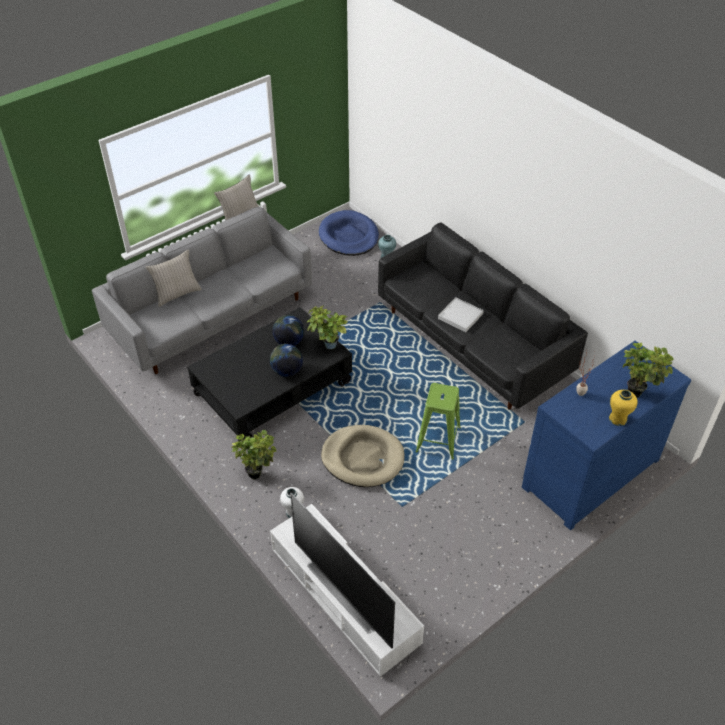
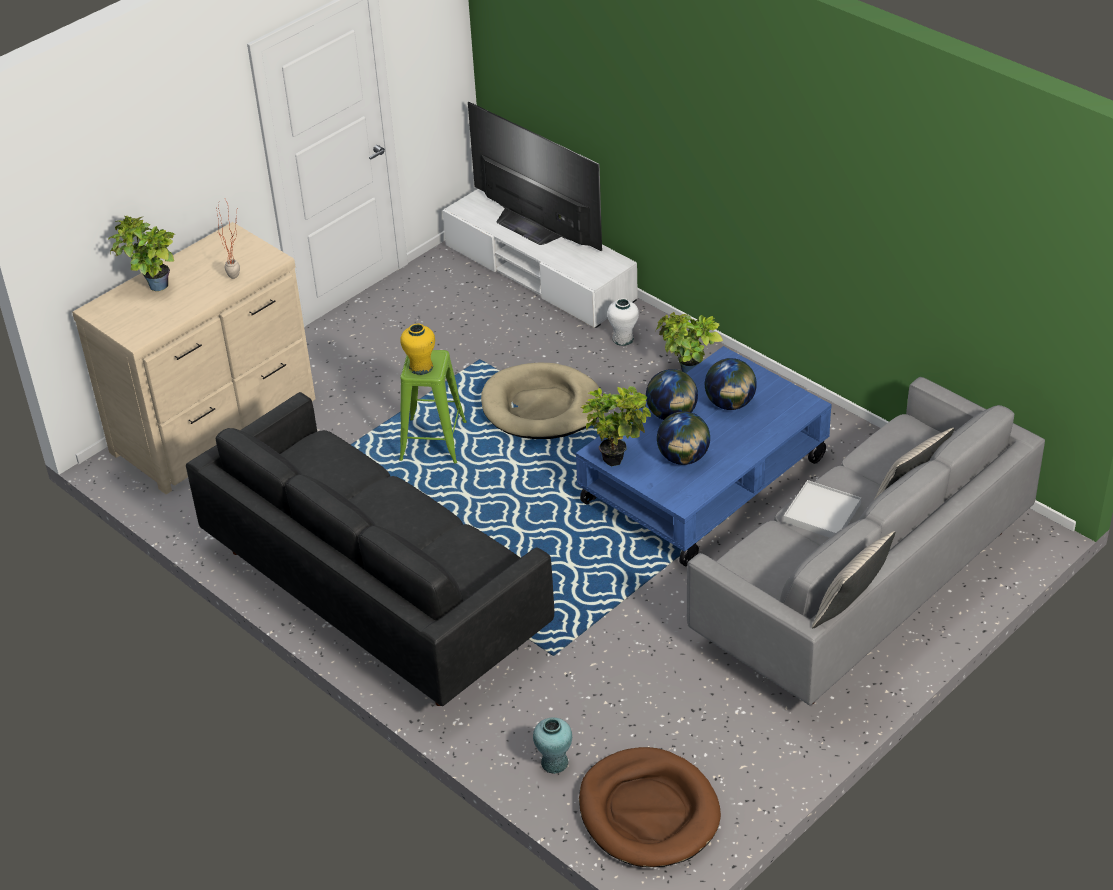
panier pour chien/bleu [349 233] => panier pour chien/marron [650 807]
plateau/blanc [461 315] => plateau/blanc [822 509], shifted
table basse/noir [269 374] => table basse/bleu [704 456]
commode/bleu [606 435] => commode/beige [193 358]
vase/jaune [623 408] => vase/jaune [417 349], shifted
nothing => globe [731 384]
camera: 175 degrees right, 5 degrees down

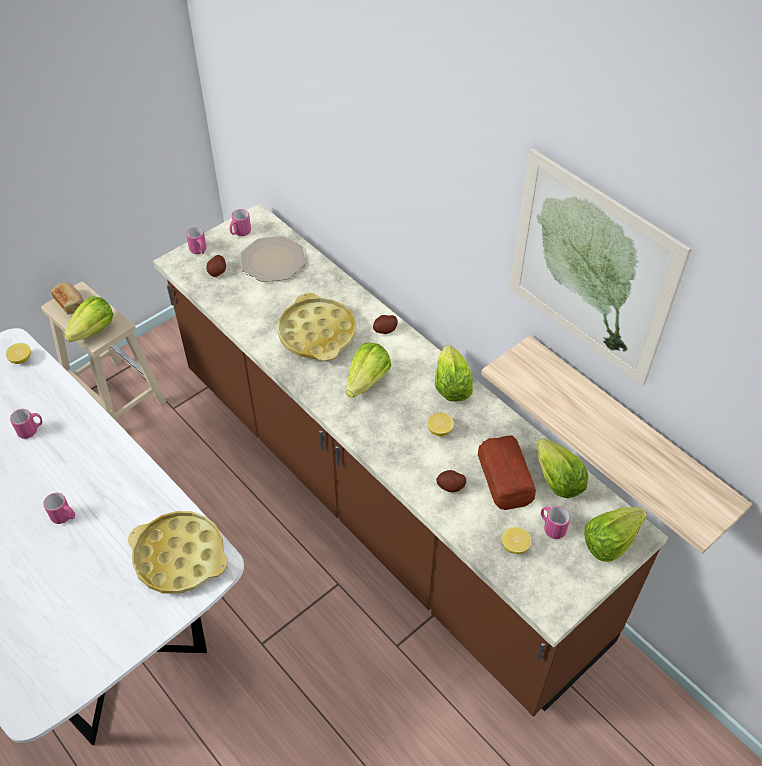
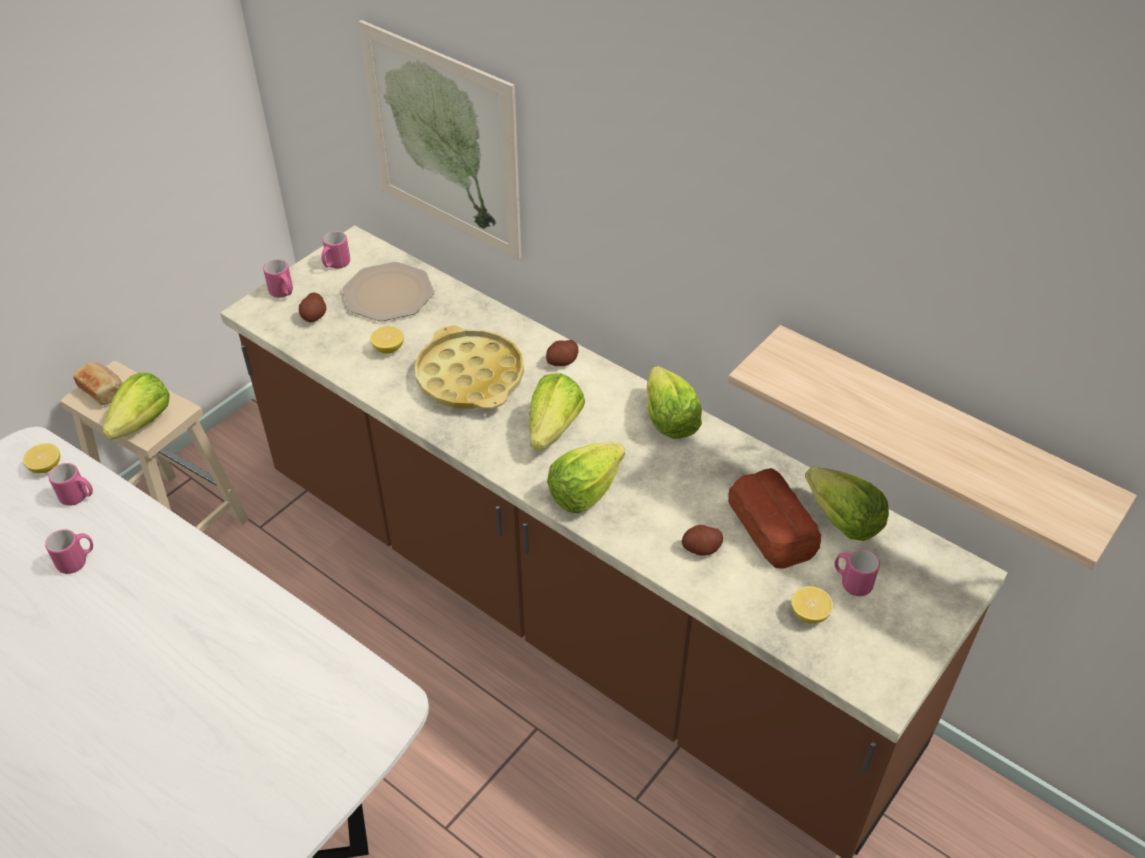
tableau [600 267] => tableau [440 140], shifted
citron [440 424] => citron [387 340], shifted
mug/rose [59 508] => mug/rose [70 484], shifted
laitue [615 534] => laitue [586 478], shifted
plateau/jaune [178 552] => nothing
camera: 10 degrees left, 5 degrees down

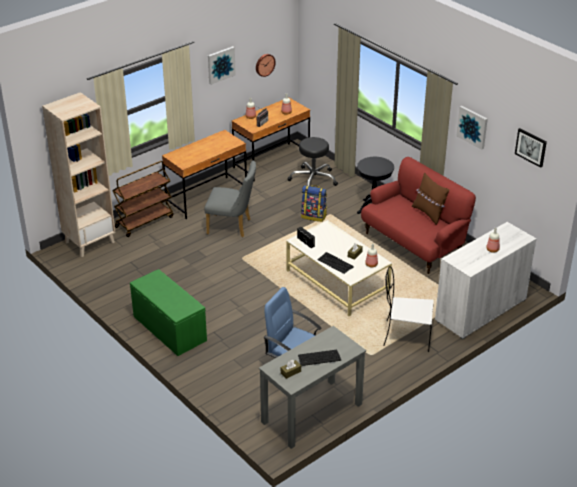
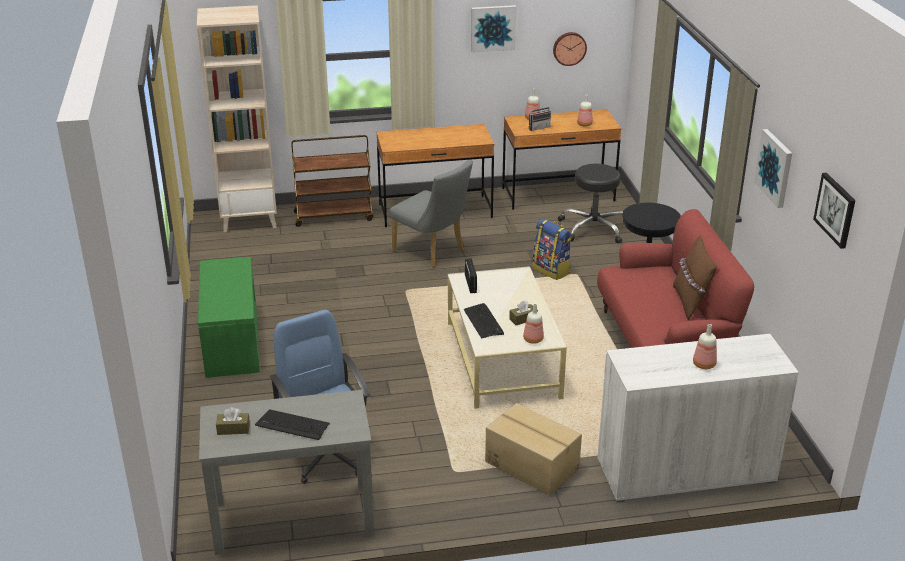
chaise/blanc [408 309] => carton [533 449]
camera: 30 degrees right, 5 degrees down

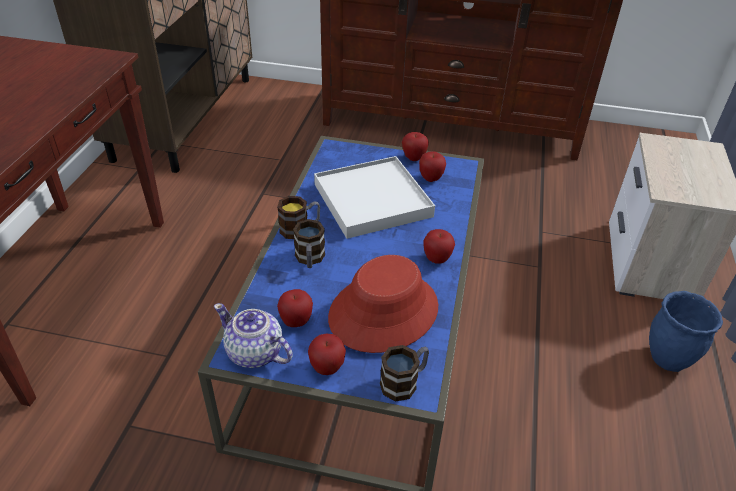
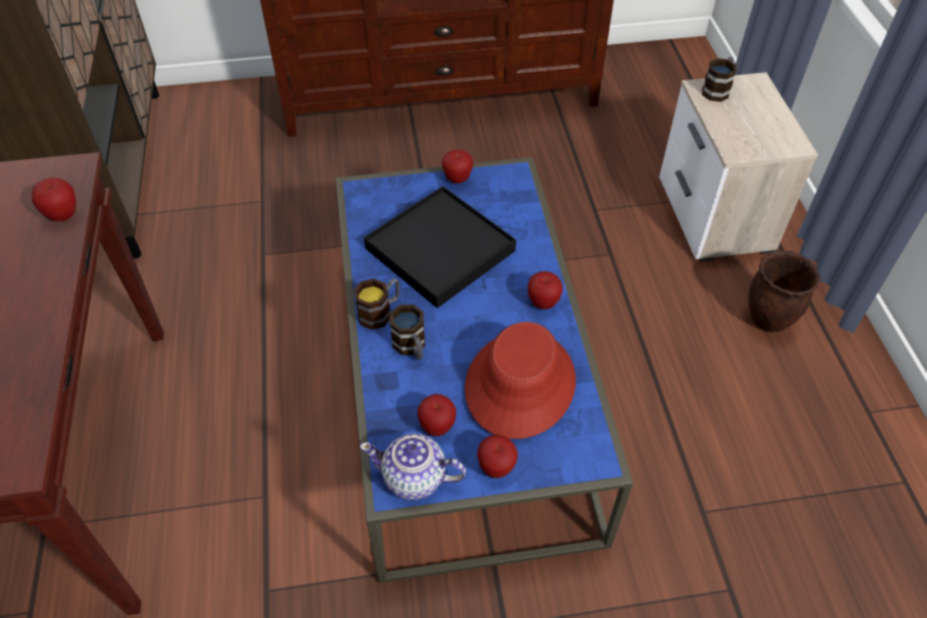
pomme [432 166] => pomme [54 199], shifted
plateau/blanc [374 197] => plateau/noir [440 247]
cache-pot/bleu [686 331] => cache-pot/marron [784 291]
mug [404 373] => mug [719 79], shifted
camera: 20 degrees left, 10 degrees up

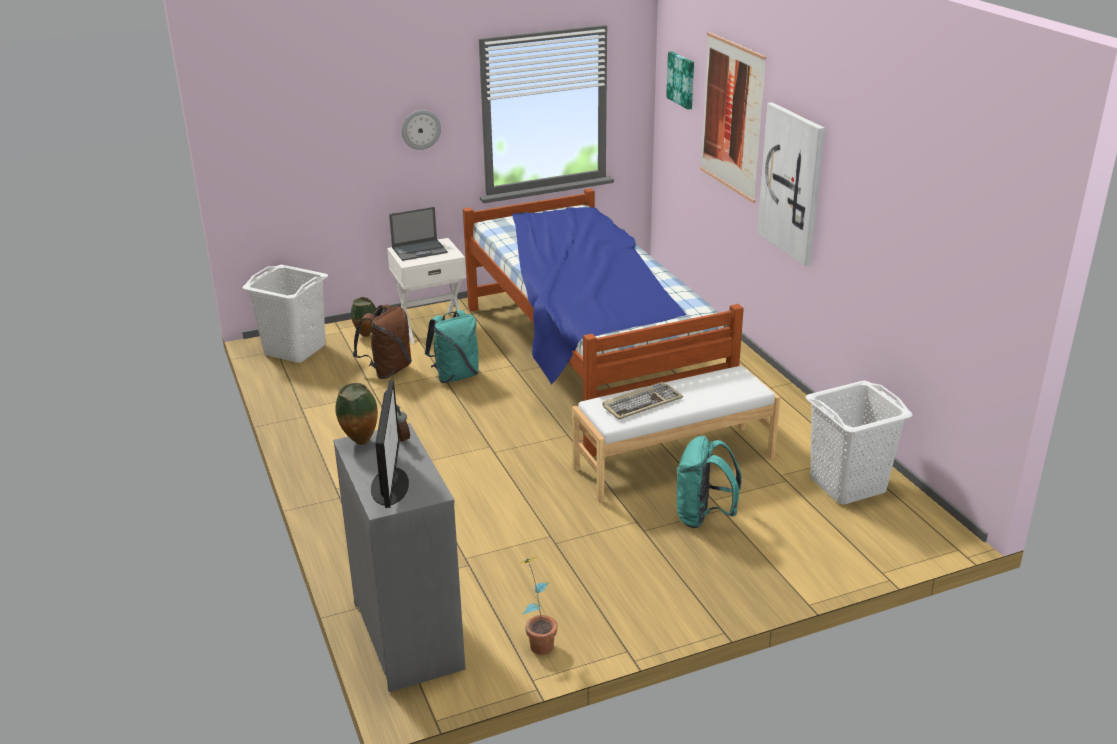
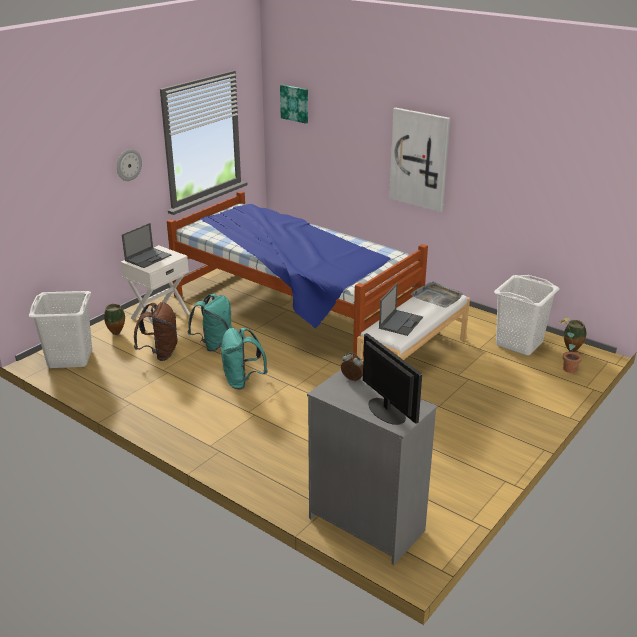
tableau [733 117] => nothing
clavier [642 401] => ordinateur portable [401 309]
vase [356 414] => vase [575 336], shifted
sac à dos/turquoise [709 482] => sac à dos/turquoise [244 359], shifted
plante en pot [537 606] => plante en pot [570 345], shifted
nothing => plateau/gris [437 294]
camera: 30 degrees left, 0 degrees up

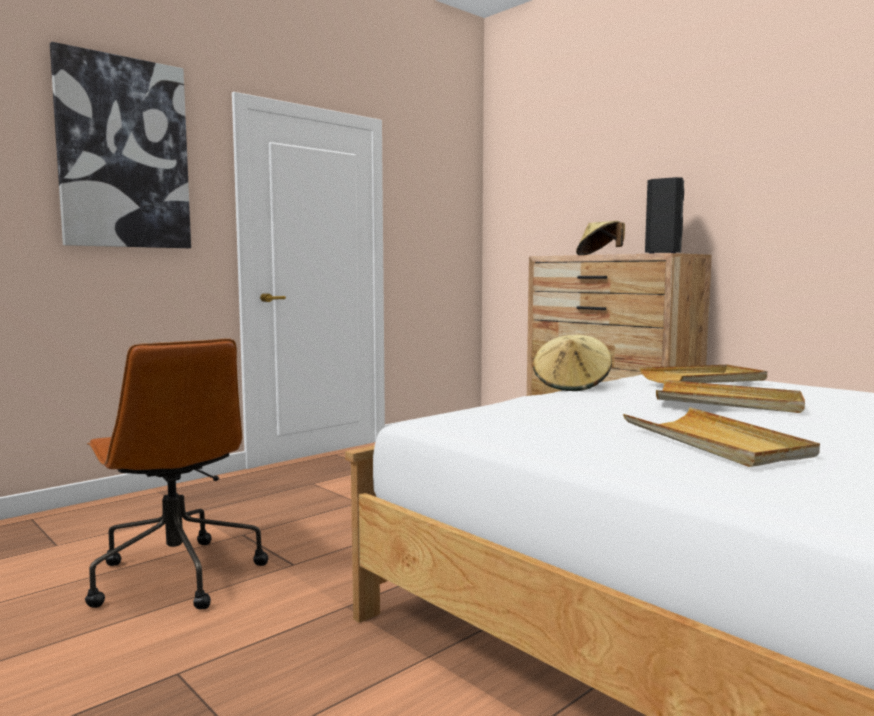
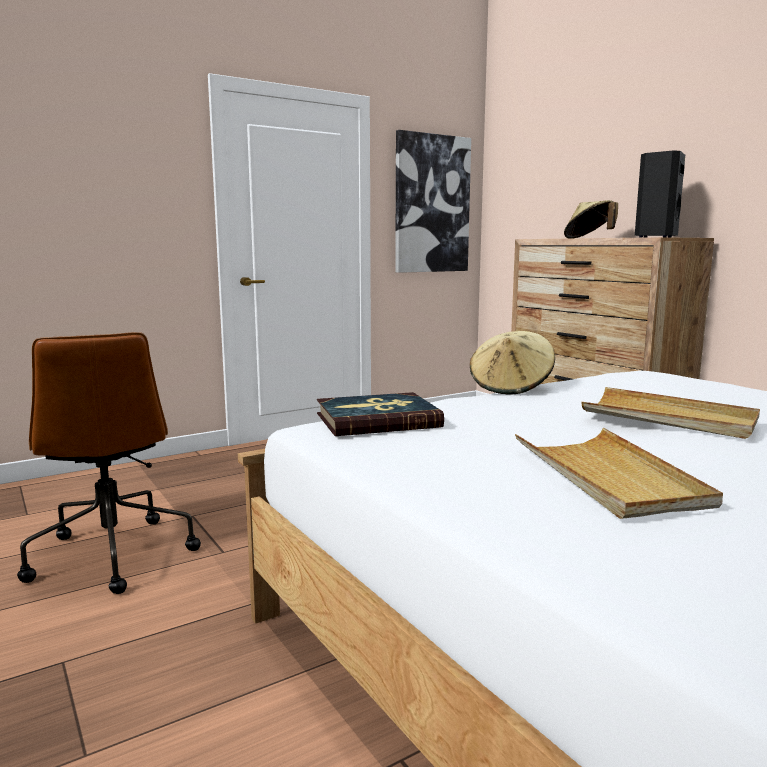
tableau [120 145] => tableau [433 201], shifted
plateau/beige [703 374] => nothing
nothing => livre [380 414]
camera: 10 degrees right, 5 degrees up

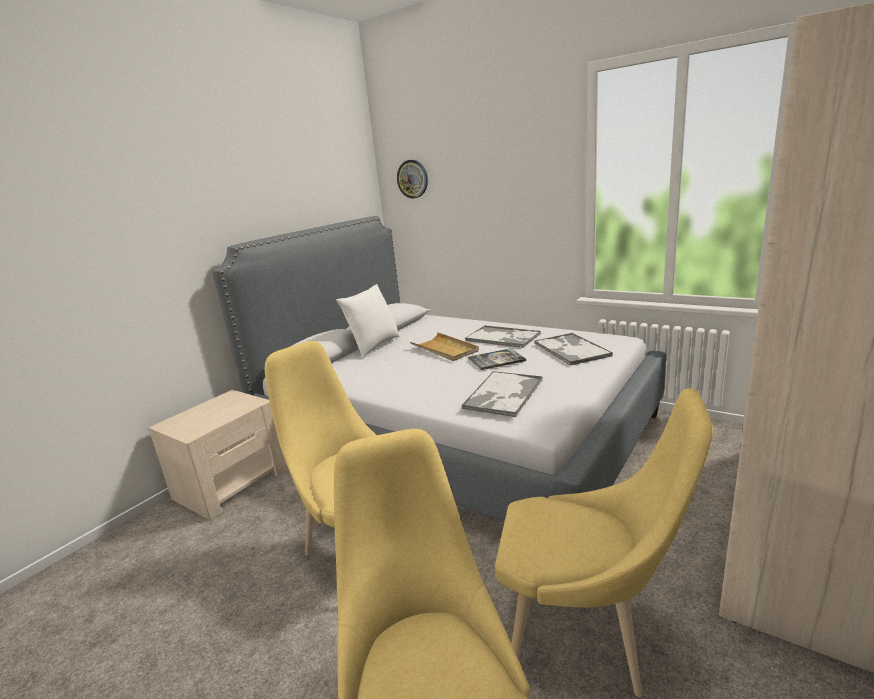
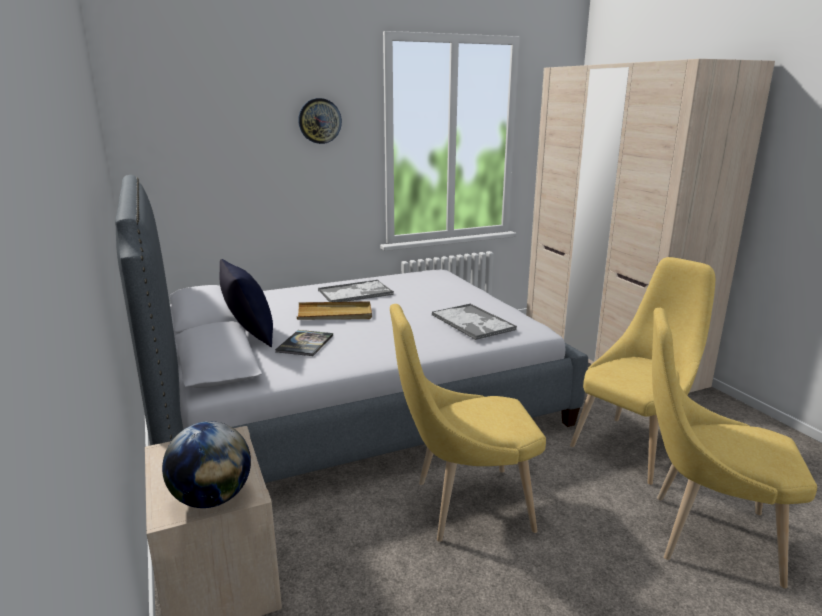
horloge murale [412 179] => horloge murale [320 121], shifted
coussin/blanc [368 321] => coussin/bleu [246 303]
plateau [573 349] => nothing
livre [497 359] => livre [304 343], shifted
nothing => globe [206 464]
camera: 60 degrees left, 0 degrees up

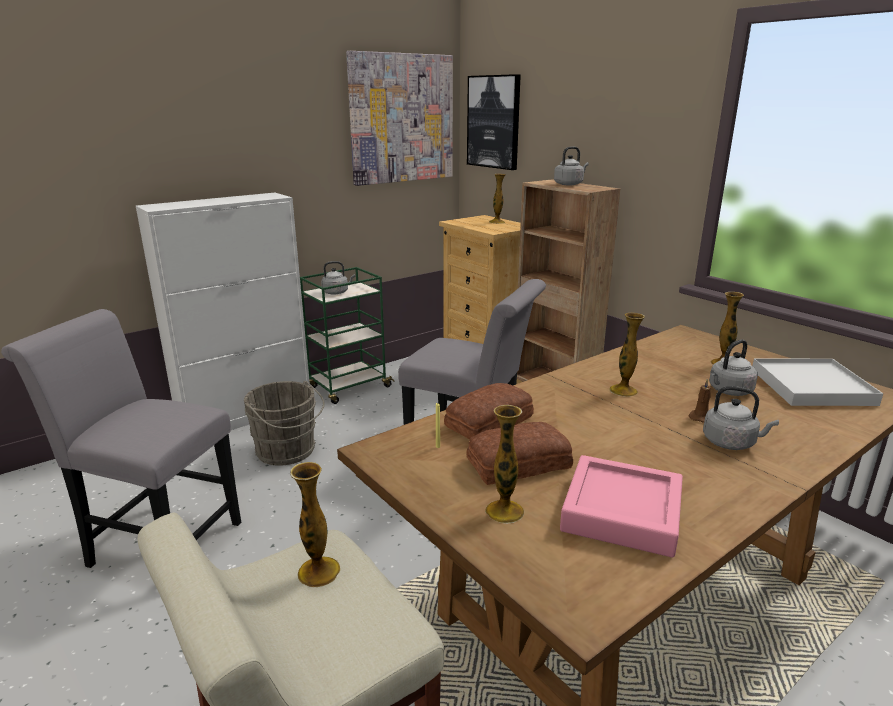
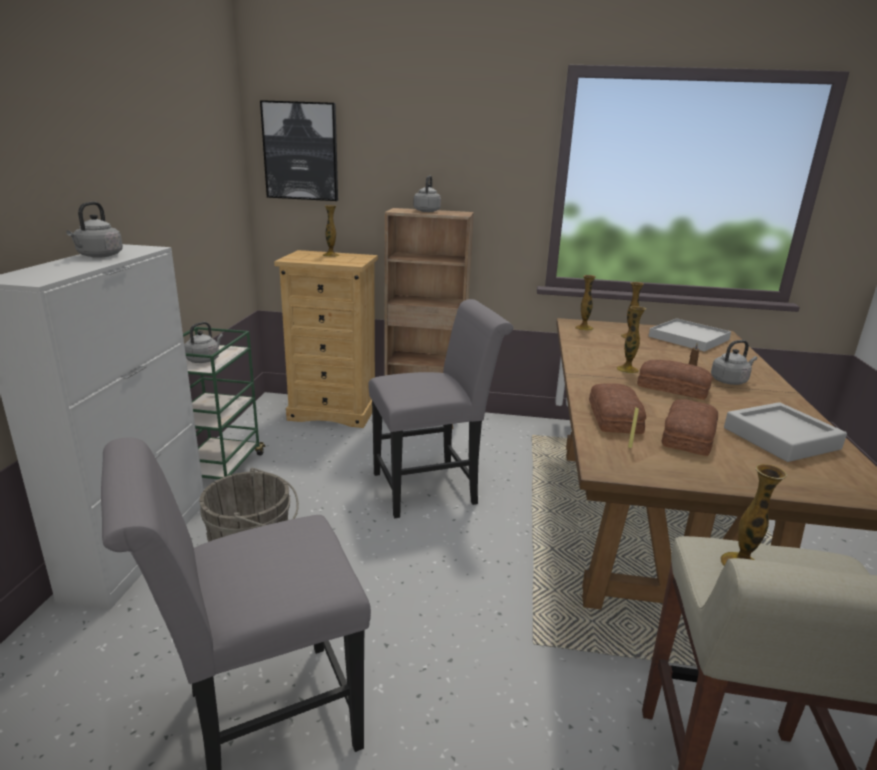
tableau [399 118] => nothing
bouilloire/gris [733 368] => bouilloire/gris [94 229], shifted
vase [504 464] => vase [585 303], shifted
plateau/rose [621 506] => plateau/gris [785 432]
nothing => pain [675 380]
camera: 45 degrees left, 0 degrees up

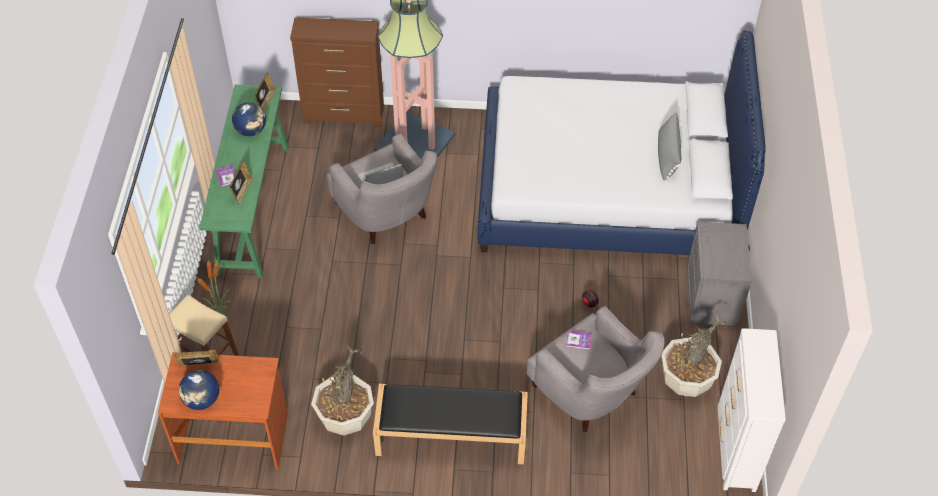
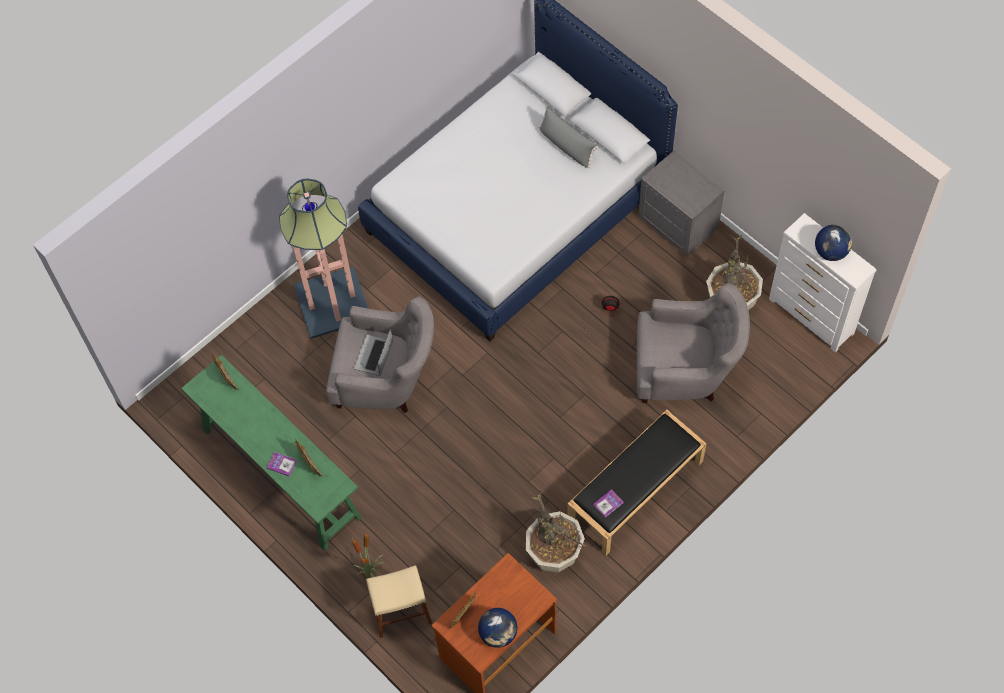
commode/marron [337 72] => nothing
globe [249 119] => globe [833 243], shifted
livre [579 340] => livre [608 503], shifted
camera: 45 degrees left, 10 degrees up

